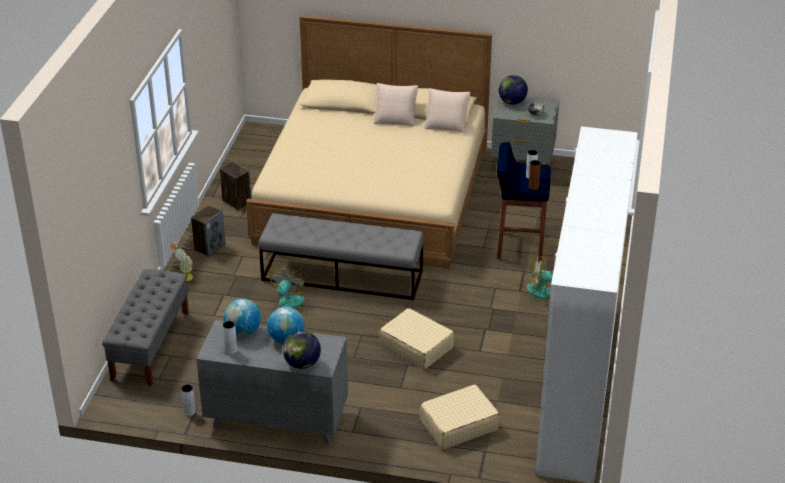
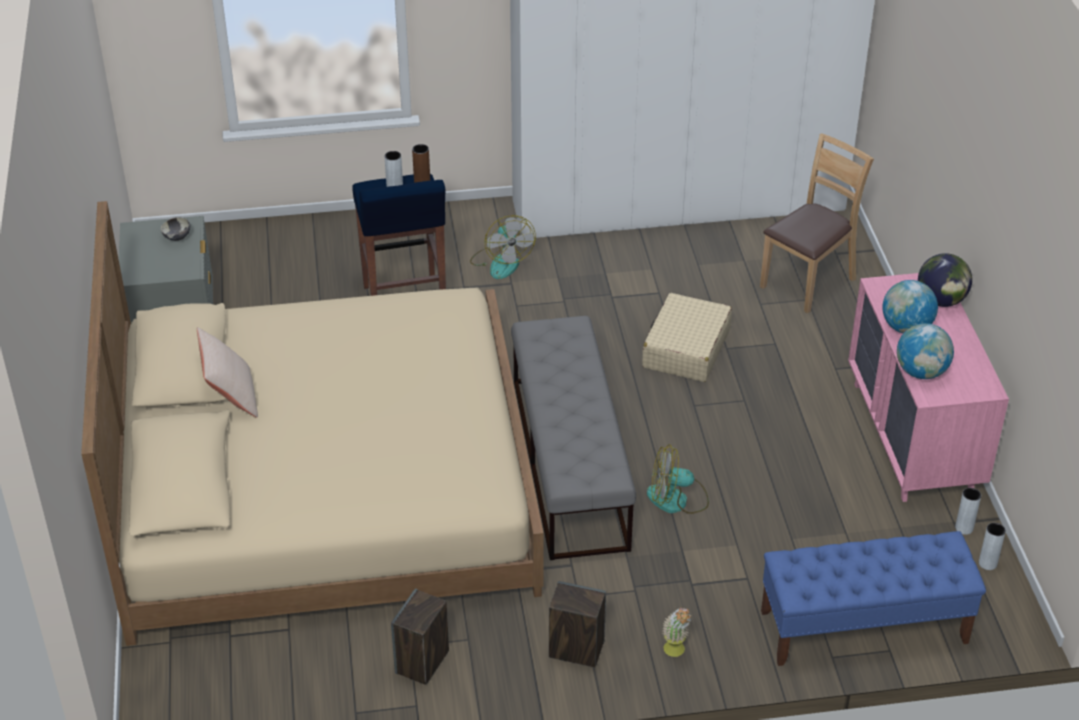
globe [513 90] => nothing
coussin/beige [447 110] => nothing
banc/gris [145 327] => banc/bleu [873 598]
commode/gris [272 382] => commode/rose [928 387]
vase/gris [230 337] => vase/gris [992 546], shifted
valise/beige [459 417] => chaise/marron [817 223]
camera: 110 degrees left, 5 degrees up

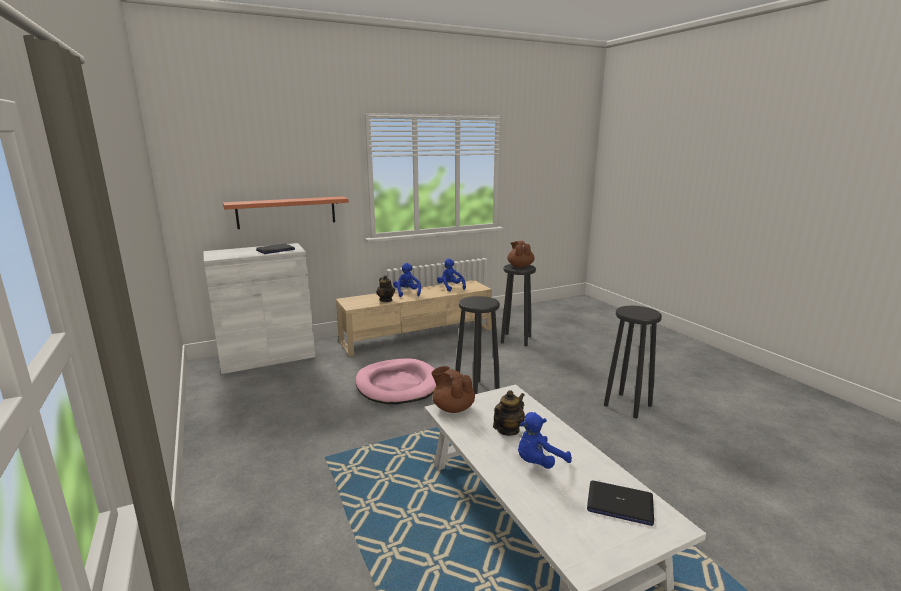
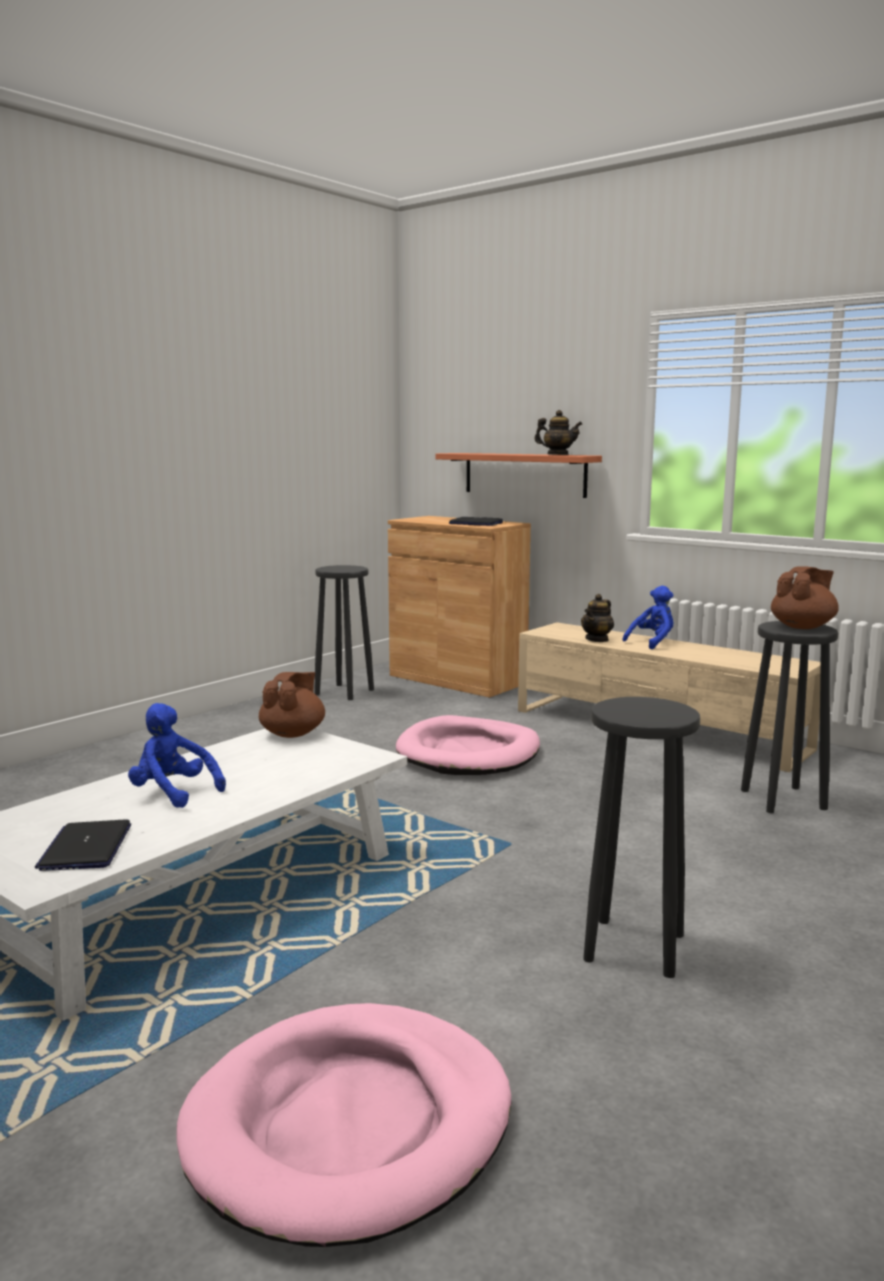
meuble de rangement/blanc [259 308] => meuble de rangement/marron [459 607]
peluche/bleu [451 275] => nothing
tabouret/noir [477 345] => tabouret/noir [344 632], shifted
théière [509 413] => théière [558 432], shifted
nothing => panier pour chien/rose [344 1125]
camera: 65 degrees right, 5 degrees down

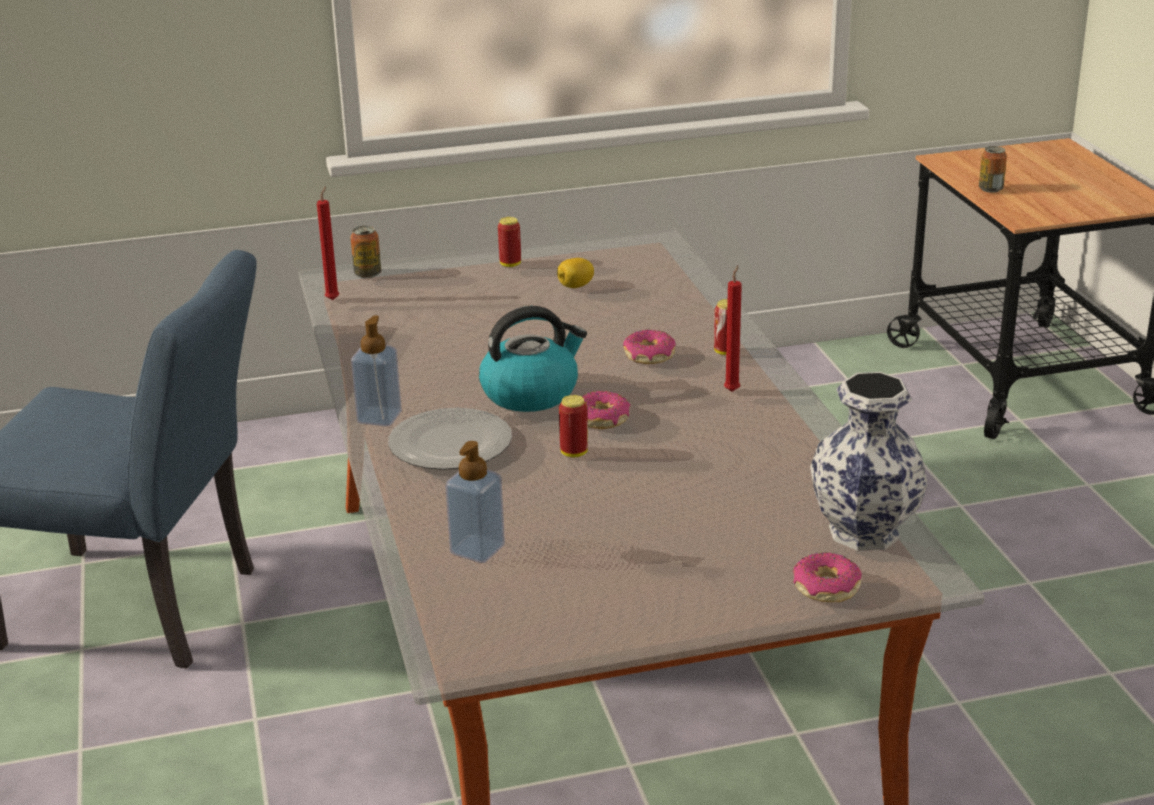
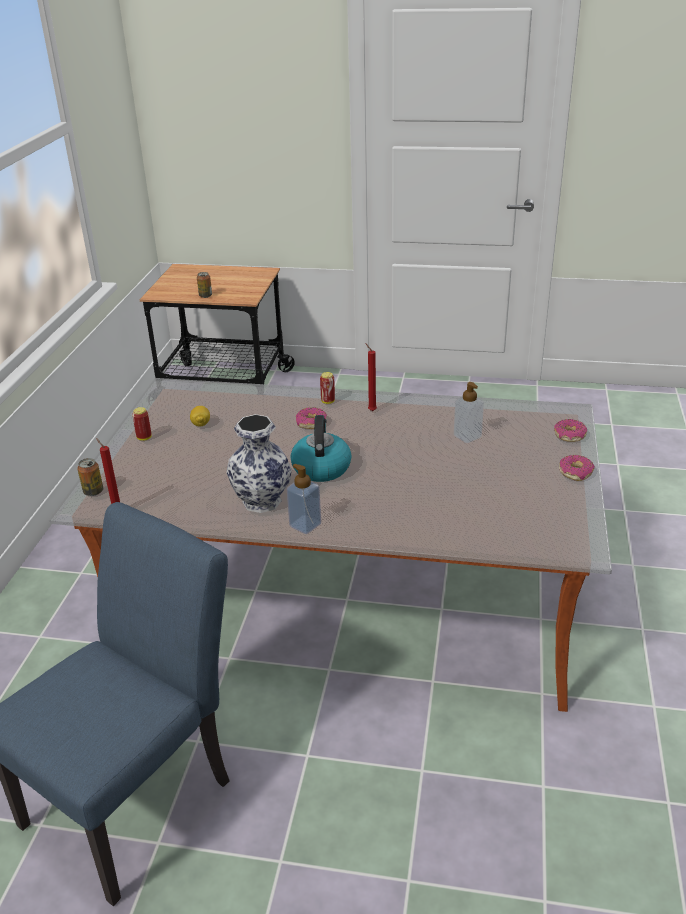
vase [869 461] => vase [259 463], shifted
beignet [606 410] => beignet [577 468], shifted
boîte métallique [573 426] => nothing
assiette [450 439] => nothing
distributeur de savon [475 502] => distributeur de savon [469 412], shifted
camera: 65 degrees left, 5 degrees up

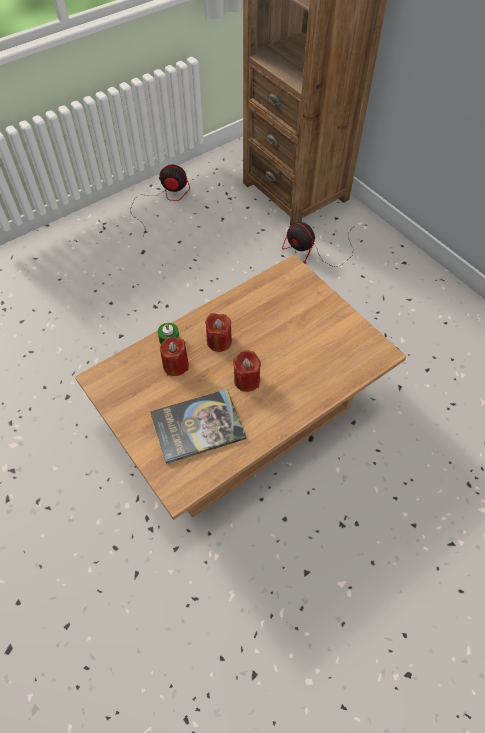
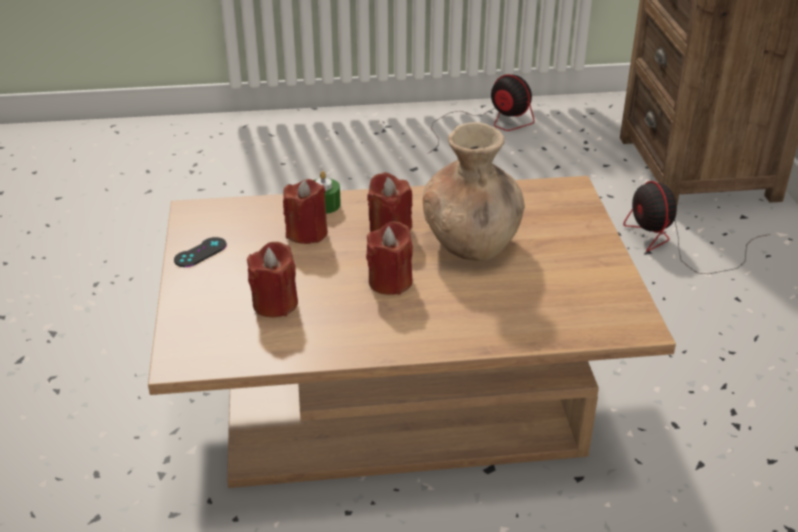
livre [198 426] => bougie/rouge [272 279]
nothing => vase/marron [474 191]
nothing => manette/noir [200 252]
camera: 30 degrees right, 20 degrees down

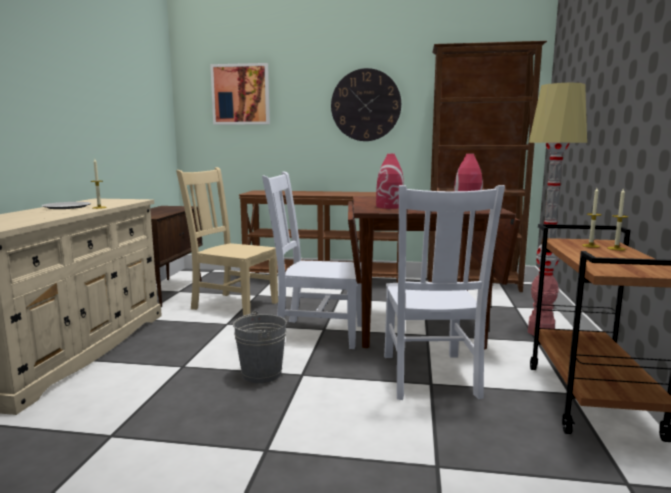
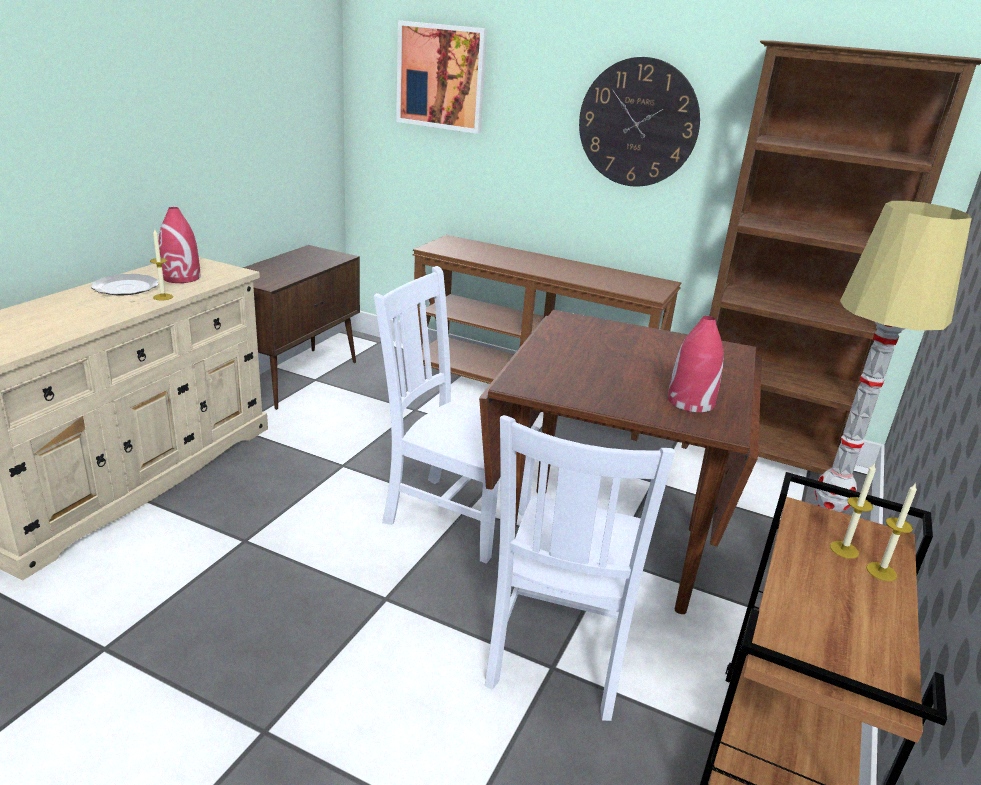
vase/rouge [390 181] => vase/rouge [180 245], shifted
chaise/beige [227 242] => nothing
seau/gris [260 347] => nothing
camera: 15 degrees right, 15 degrees up

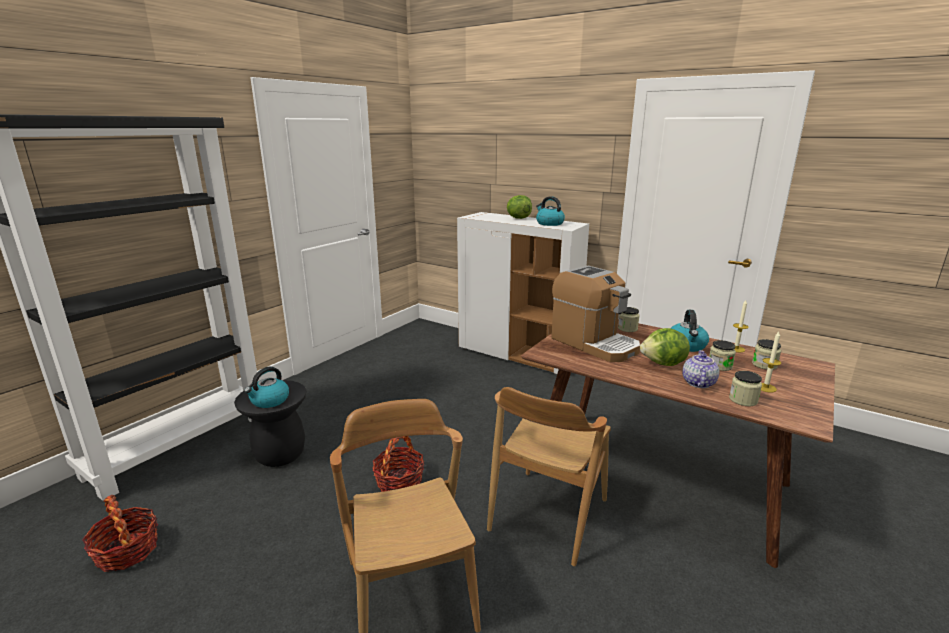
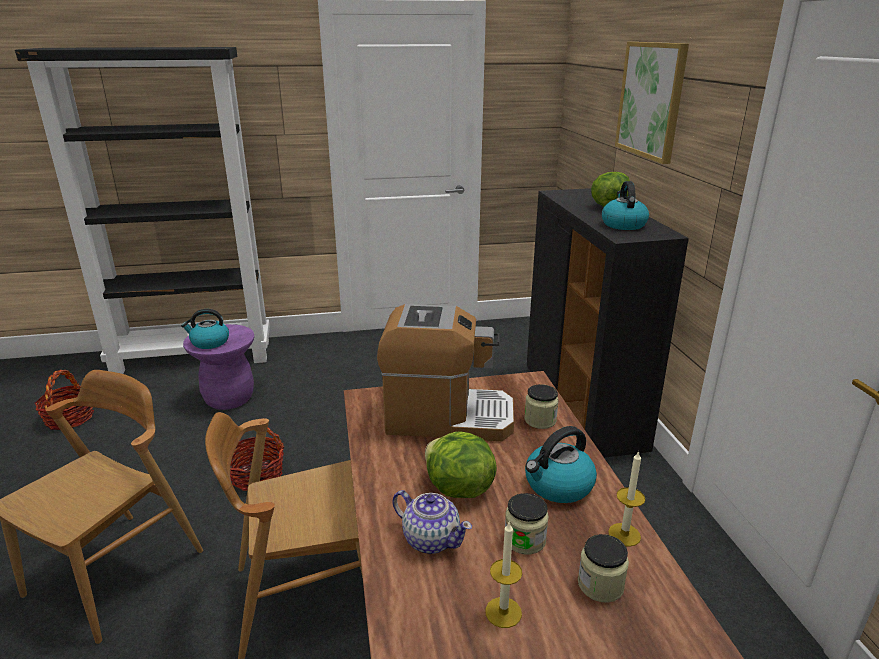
meuble de rangement/blanc [523 293] => meuble de rangement/noir [608 323]
machine à café [595 314] => machine à café [445 372], 90 degrees counterclockwise
théière [701 369] => théière [432 522], 60 degrees clockwise
bocal [745 388] => nothing
tabouret/noir [270 423] => tabouret/violet [218 367]
nothing => tableau [652 103]
camera: 45 degrees right, 5 degrees up

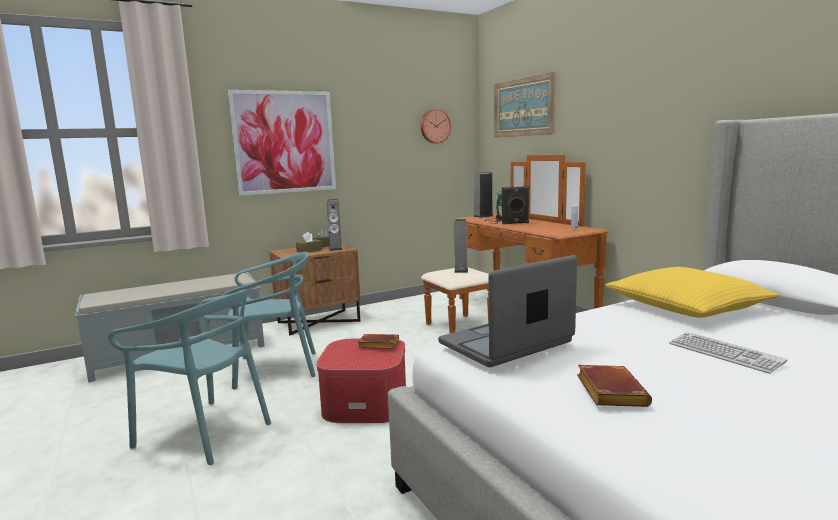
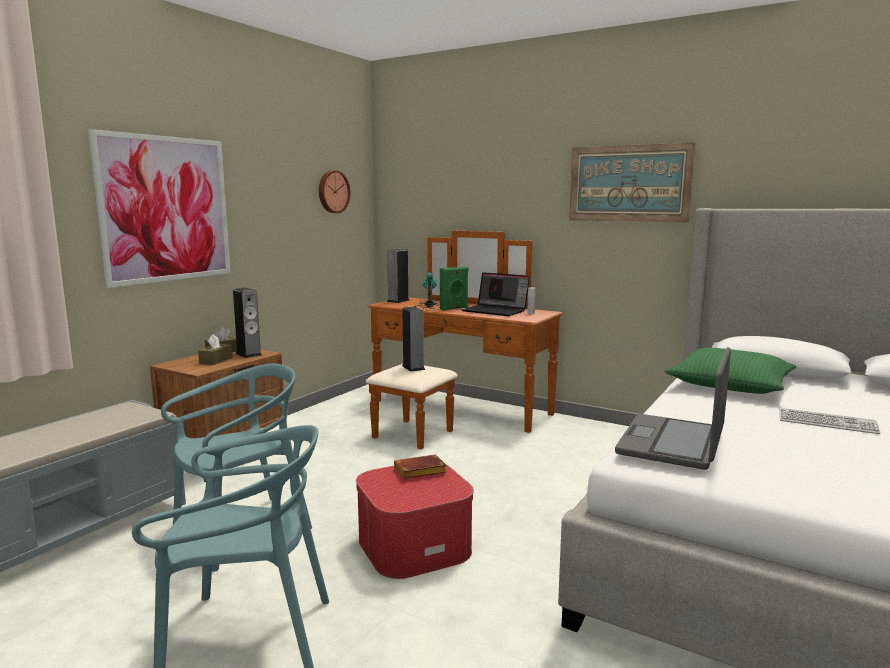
tableau [525 105] => tableau [632 182], shifted
enceinte/noir [515 205] => enceinte/vert [454 289]
coussin/jaune [692 292] => coussin/vert [730 371]
livre/marron [614 386] => nothing
nothing => ordinateur portable [495 294]
camera: 30 degrees left, 0 degrees up

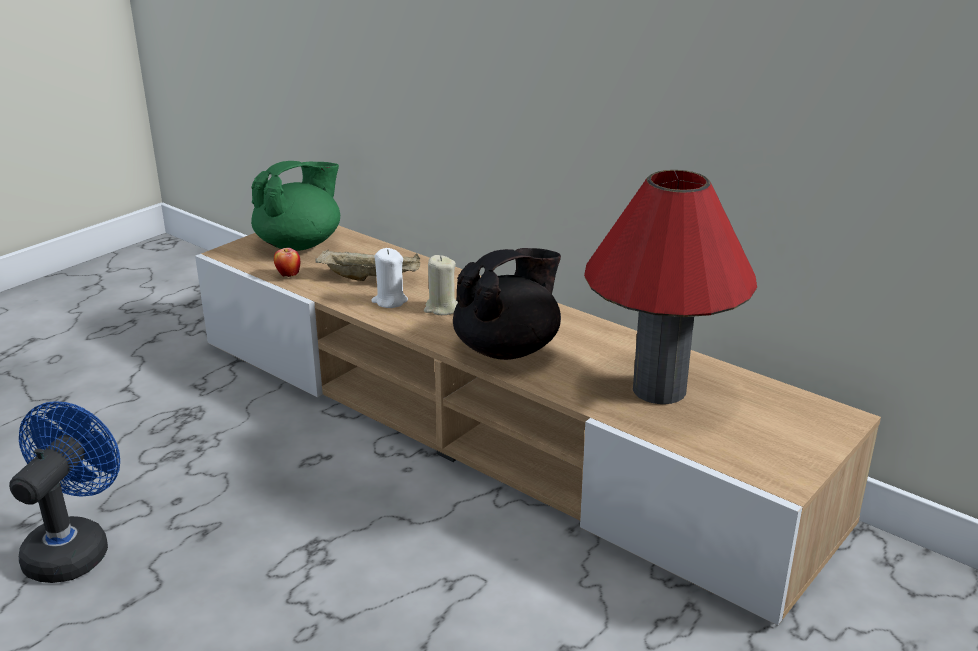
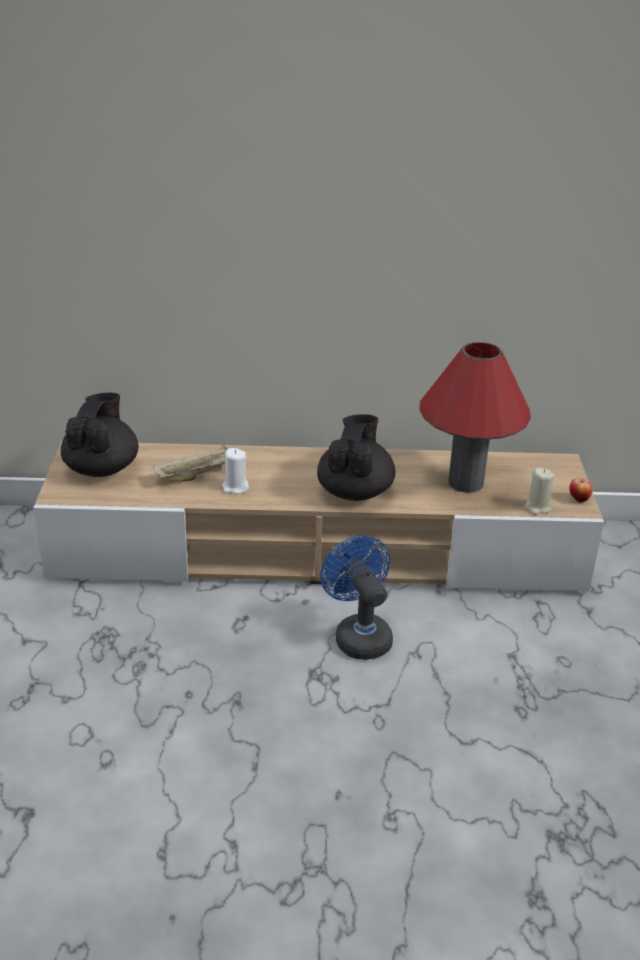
théière/vert [295 206] => théière/noir [99 435]
pomme [287 262] => pomme [581 490], shifted
bougie/beige [441 285] => bougie/beige [540 491], shifted
ventilateur/bleu [64 492] => ventilateur/bleu [356 598], shifted
camera: 40 degrees left, 5 degrees up

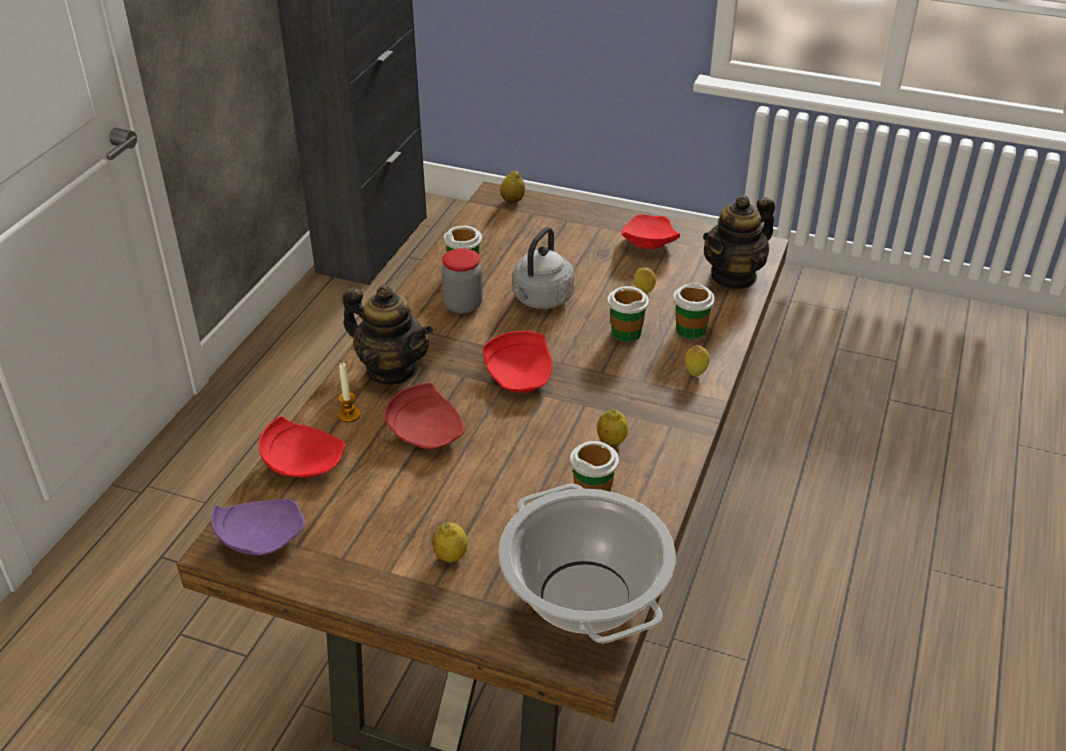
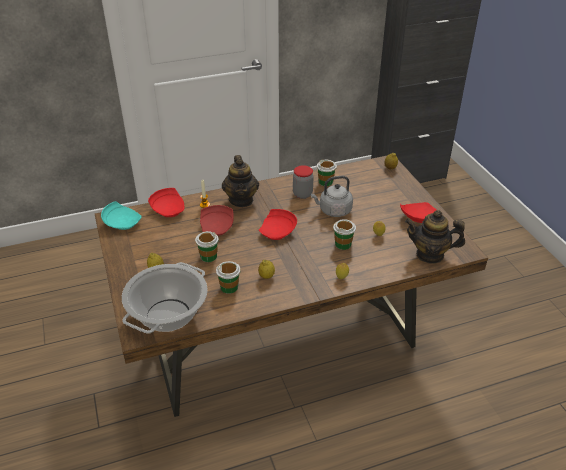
tasse [694 310] => tasse [207 246], shifted
assiette/violet [258 527] => assiette/turquoise [121 215]
camera: 50 degrees right, 0 degrees up

